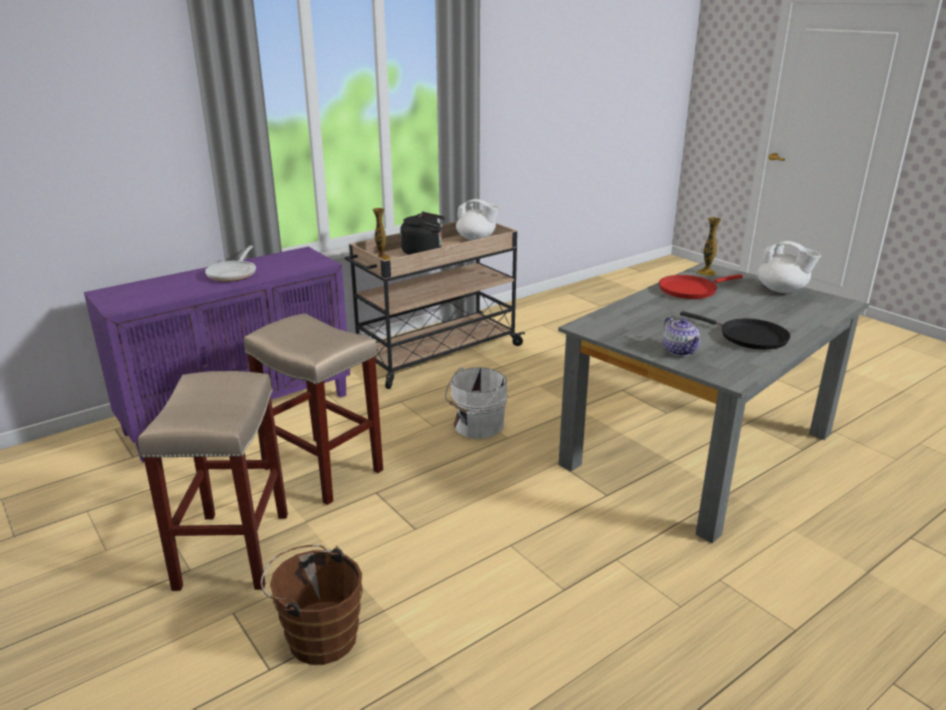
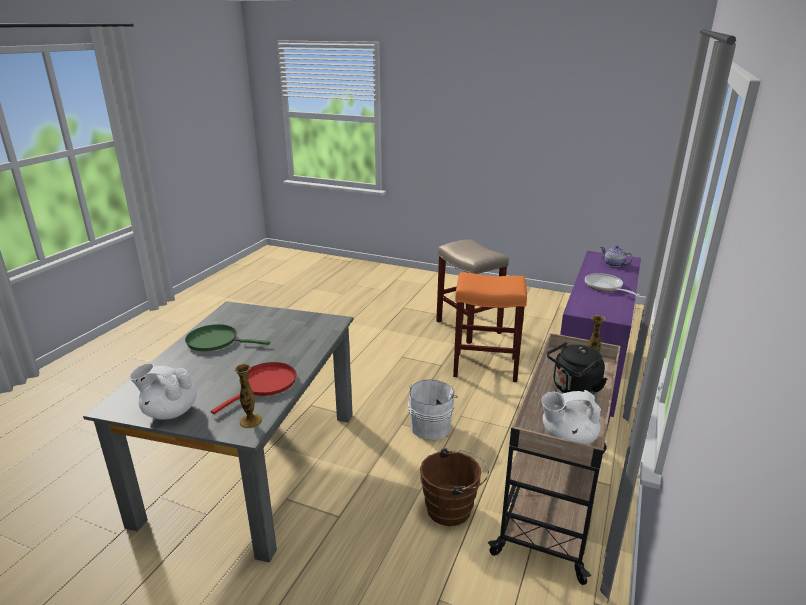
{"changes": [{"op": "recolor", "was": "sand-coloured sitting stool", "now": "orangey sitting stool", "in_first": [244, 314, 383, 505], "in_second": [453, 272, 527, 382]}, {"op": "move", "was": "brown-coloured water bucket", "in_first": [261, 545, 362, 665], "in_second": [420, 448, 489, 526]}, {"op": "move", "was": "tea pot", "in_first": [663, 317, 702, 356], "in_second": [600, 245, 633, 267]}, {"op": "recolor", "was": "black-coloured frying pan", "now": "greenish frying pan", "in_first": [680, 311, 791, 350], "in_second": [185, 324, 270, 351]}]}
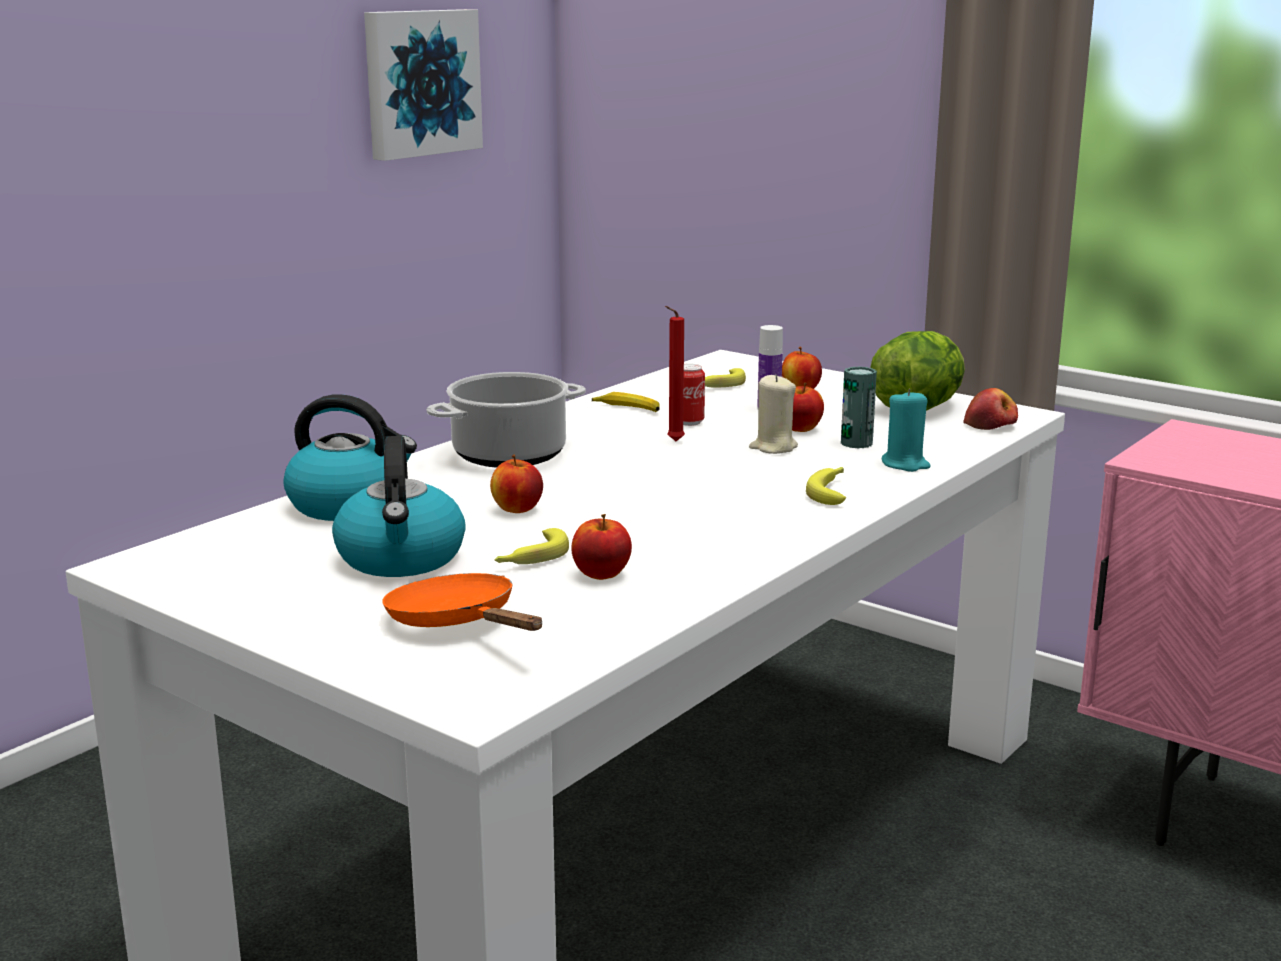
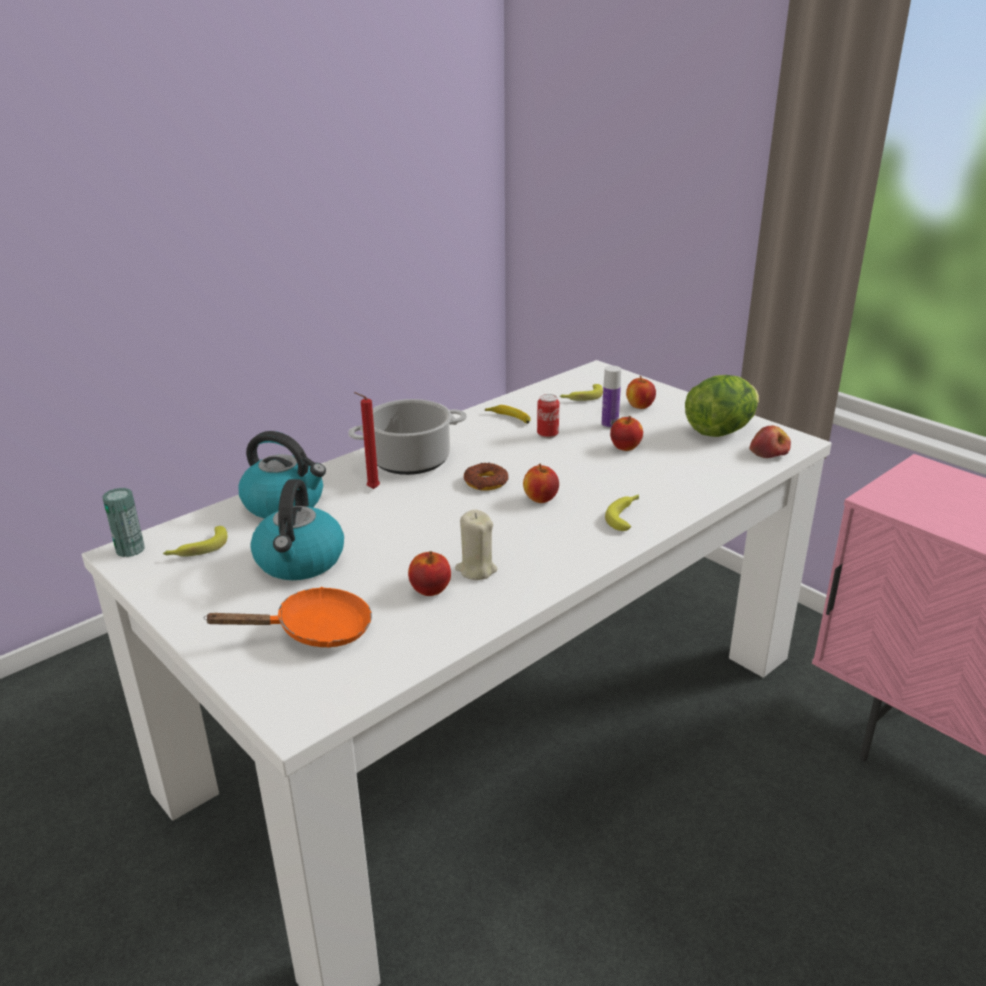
{"changes": [{"op": "delete", "was": "wall picture", "in_first": [364, 9, 483, 161]}, {"op": "rotate", "was": "orangey frying pan", "in_first": [382, 573, 542, 631], "in_second": [204, 587, 372, 648], "clockwise": 105}, {"op": "move", "was": "whole apple", "in_first": [490, 454, 543, 513], "in_second": [523, 463, 559, 503]}, {"op": "move", "was": "whole banana", "in_first": [495, 528, 569, 564], "in_second": [163, 526, 228, 557]}, {"op": "move", "was": "red wax light", "in_first": [665, 306, 685, 441], "in_second": [354, 392, 380, 489]}, {"op": "move", "was": "sand-coloured wax light", "in_first": [749, 374, 798, 454], "in_second": [455, 510, 497, 580]}, {"op": "move", "was": "can", "in_first": [841, 367, 877, 448], "in_second": [103, 488, 145, 557]}, {"op": "delete", "was": "turquoise-coloured wax light", "in_first": [882, 389, 931, 472]}, {"op": "insert", "now": "doughnut", "in_second": [464, 463, 509, 491]}]}
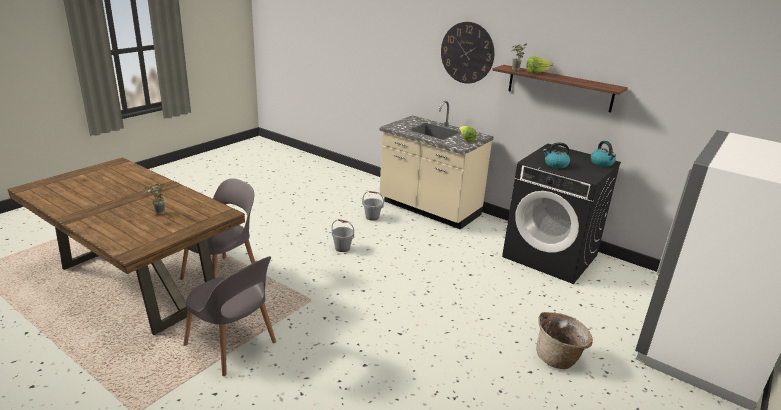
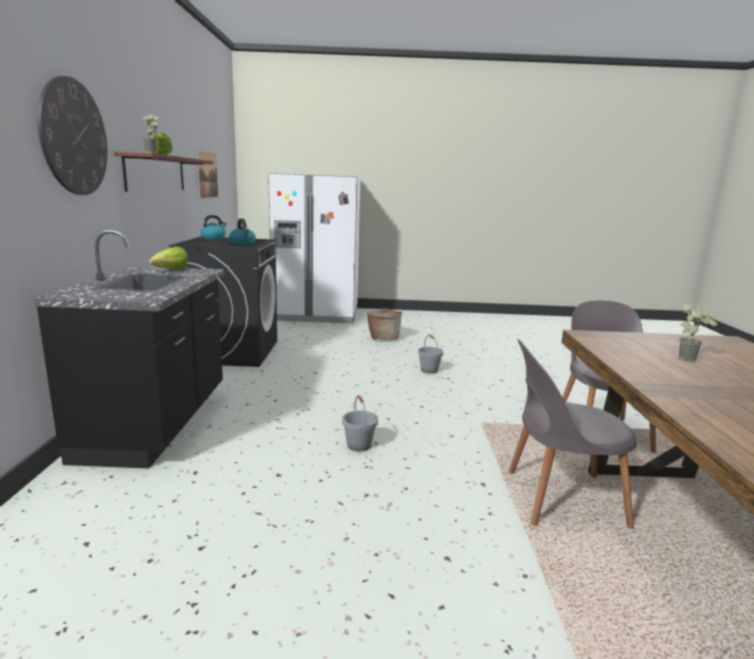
{"changes": [{"op": "move", "was": "greyish water bucket", "in_first": [362, 191, 384, 221], "in_second": [418, 334, 443, 374]}, {"op": "recolor", "was": "sand-coloured kitchen base unit", "now": "black-coloured kitchen base unit", "in_first": [380, 101, 494, 230], "in_second": [34, 229, 224, 469]}, {"op": "insert", "now": "wall picture", "in_second": [197, 151, 218, 198]}]}
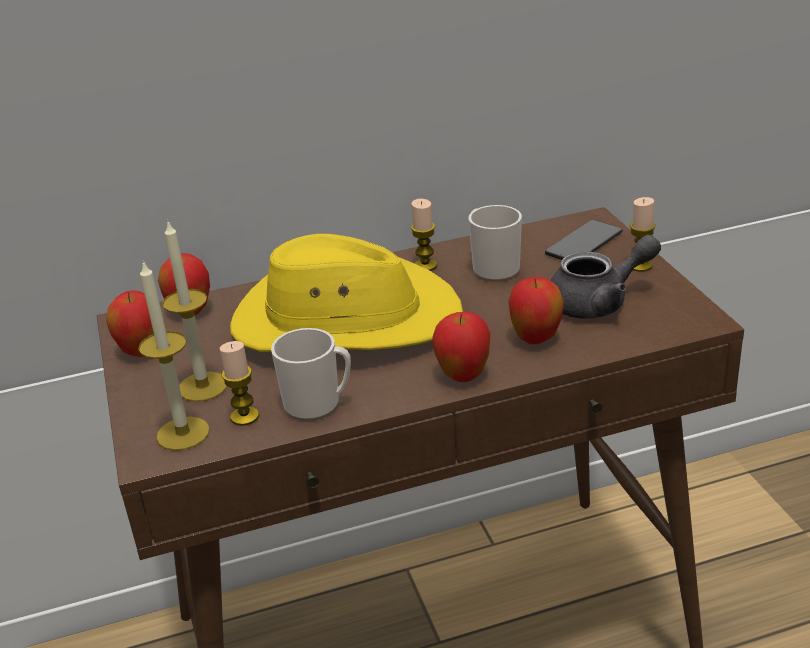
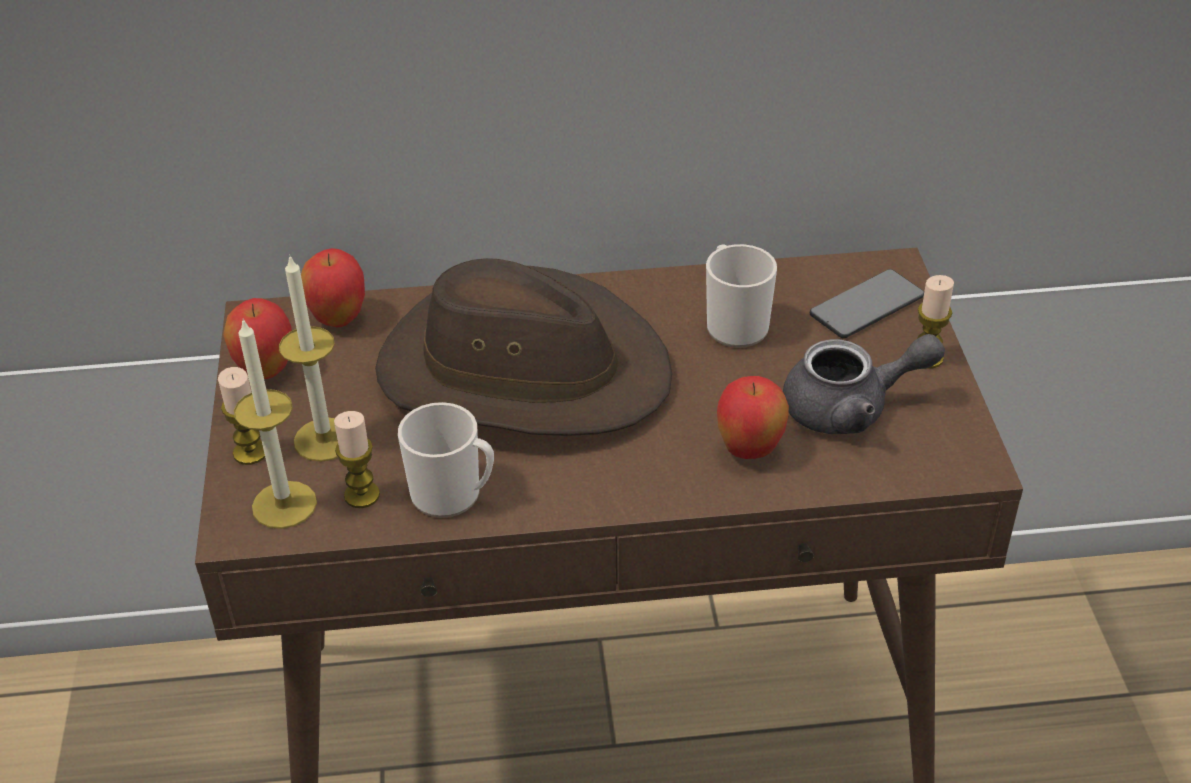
{"changes": [{"op": "recolor", "was": "yellow-coloured hat", "now": "brown-coloured hat", "in_first": [230, 234, 463, 352], "in_second": [375, 258, 672, 436]}, {"op": "move", "was": "wax light", "in_first": [411, 199, 437, 271], "in_second": [218, 367, 265, 465]}, {"op": "delete", "was": "whole apple", "in_first": [432, 312, 491, 382]}]}
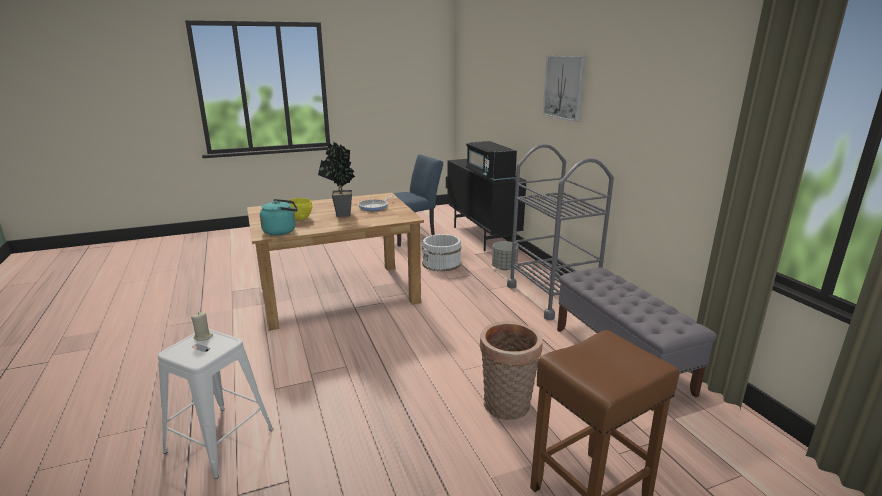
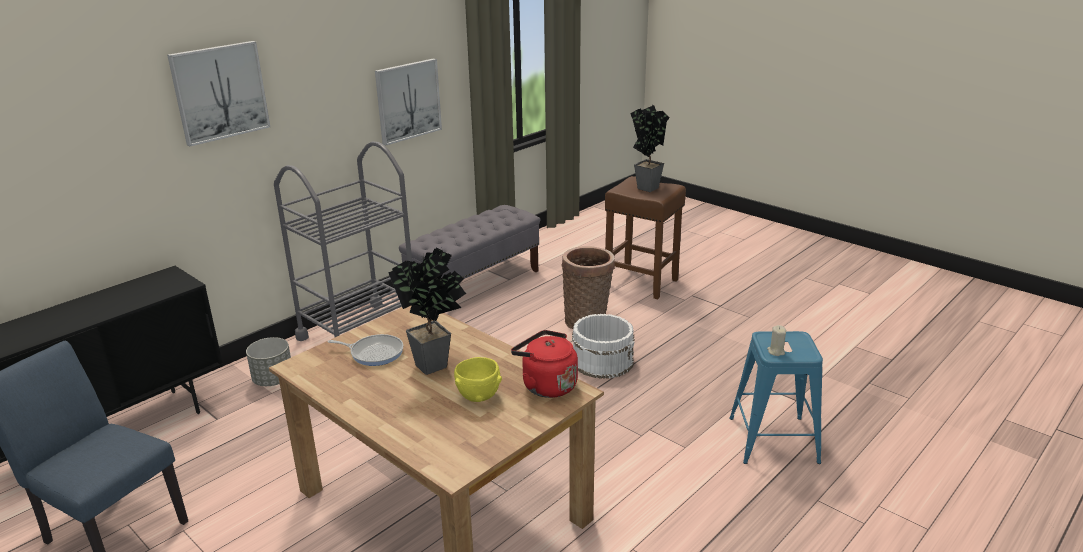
{"changes": [{"op": "recolor", "was": "white sitting stool", "now": "blue-coloured sitting stool", "in_first": [158, 329, 273, 479], "in_second": [729, 331, 823, 464]}, {"op": "recolor", "was": "turquoise-coloured tea kettle", "now": "red tea kettle", "in_first": [260, 199, 298, 235], "in_second": [511, 330, 578, 398]}, {"op": "move", "was": "white water bucket", "in_first": [422, 234, 462, 271], "in_second": [572, 314, 635, 379]}, {"op": "delete", "was": "black-coloured microwave oven", "in_first": [466, 141, 517, 181]}, {"op": "insert", "now": "wall picture", "in_second": [375, 58, 442, 145]}, {"op": "insert", "now": "houseplant", "in_second": [630, 104, 669, 192]}]}
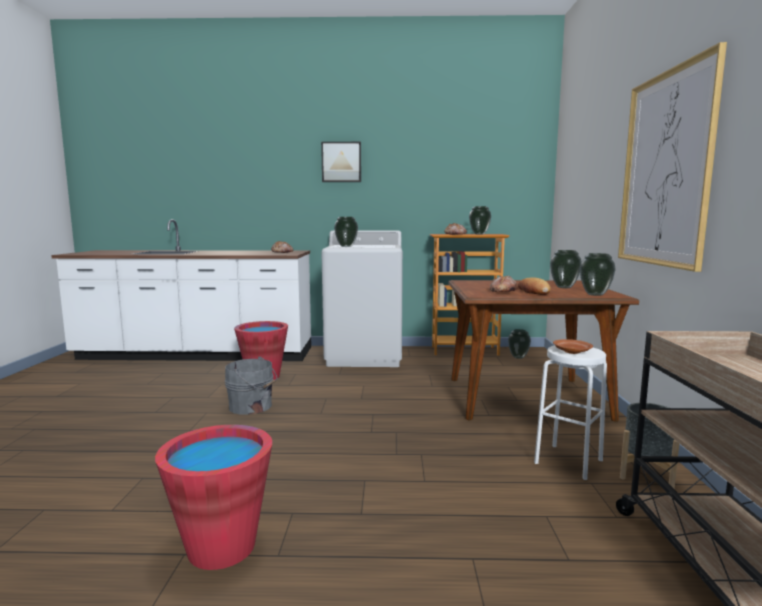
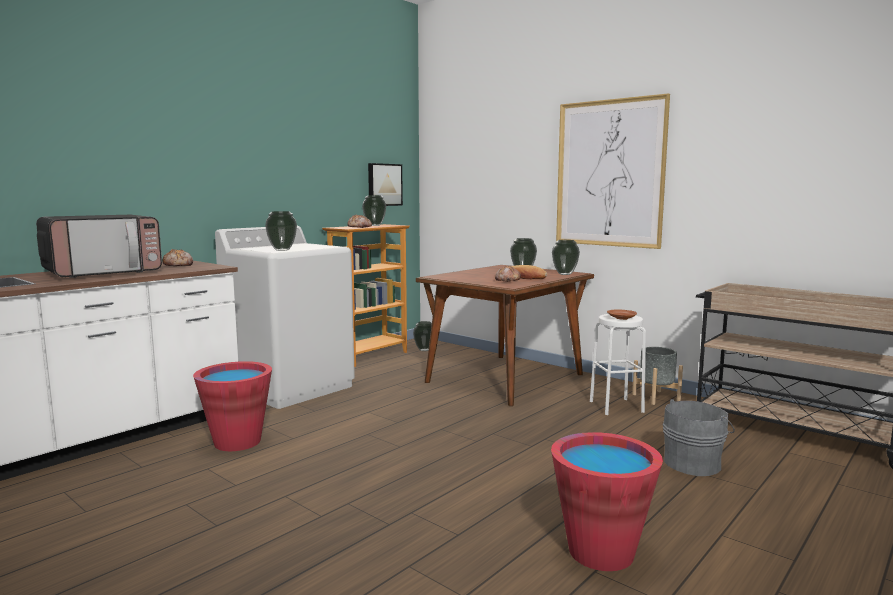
{"changes": [{"op": "move", "was": "greyish water bucket", "in_first": [225, 356, 277, 415], "in_second": [663, 399, 735, 476]}, {"op": "move", "was": "wall picture", "in_first": [321, 142, 361, 182], "in_second": [368, 163, 403, 206]}, {"op": "insert", "now": "microwave oven", "in_second": [36, 215, 162, 278]}]}
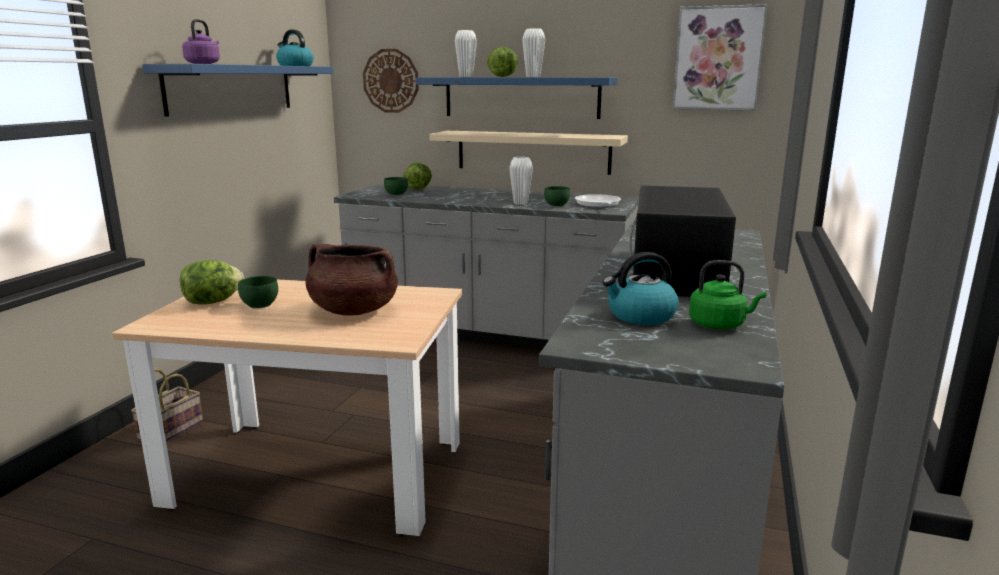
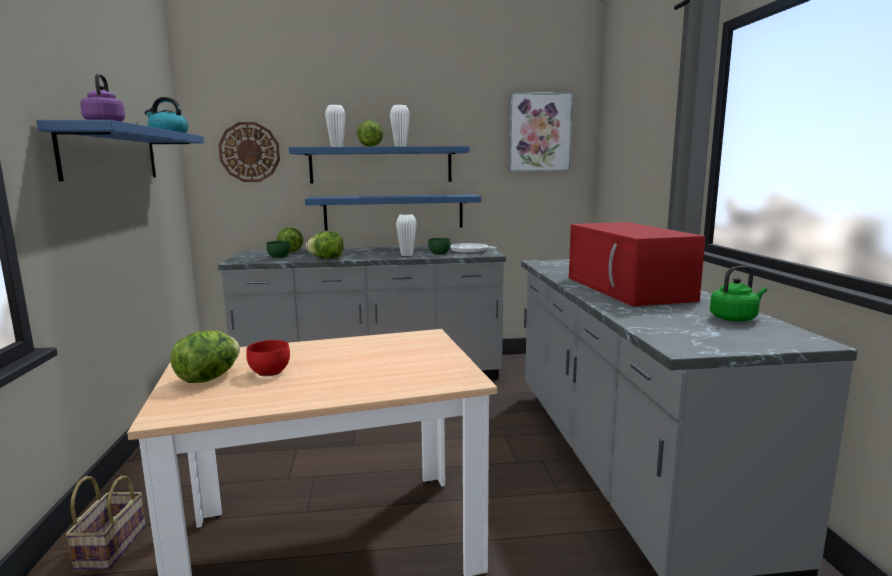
{"changes": [{"op": "recolor", "was": "greenish serving bowl", "now": "red serving bowl", "in_first": [238, 276, 278, 309], "in_second": [246, 340, 290, 377]}, {"op": "delete", "was": "brown-coloured cooking pot", "in_first": [305, 244, 398, 316]}, {"op": "recolor", "was": "sand-coloured shelf", "now": "blue-coloured shelf", "in_first": [429, 131, 628, 175], "in_second": [305, 194, 481, 231]}, {"op": "delete", "was": "tea kettle", "in_first": [603, 252, 679, 325]}, {"op": "recolor", "was": "black-coloured microwave oven", "now": "red microwave oven", "in_first": [630, 185, 736, 297], "in_second": [569, 222, 706, 306]}, {"op": "insert", "now": "lettuce head", "in_second": [306, 231, 343, 259]}]}
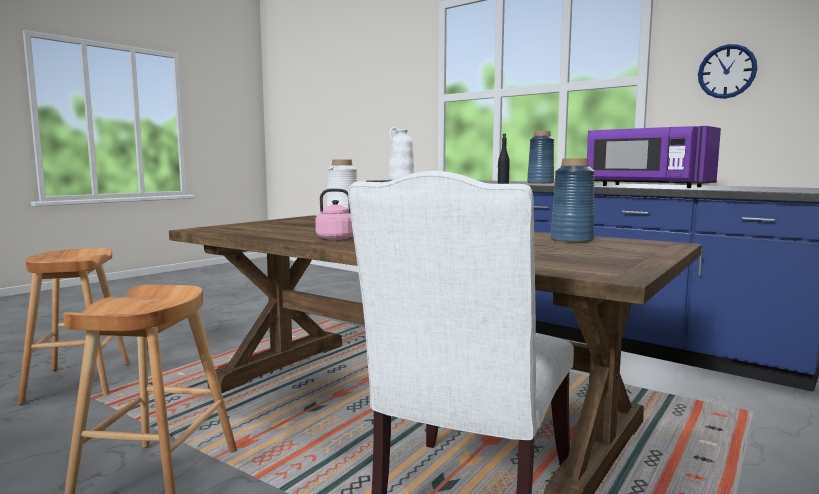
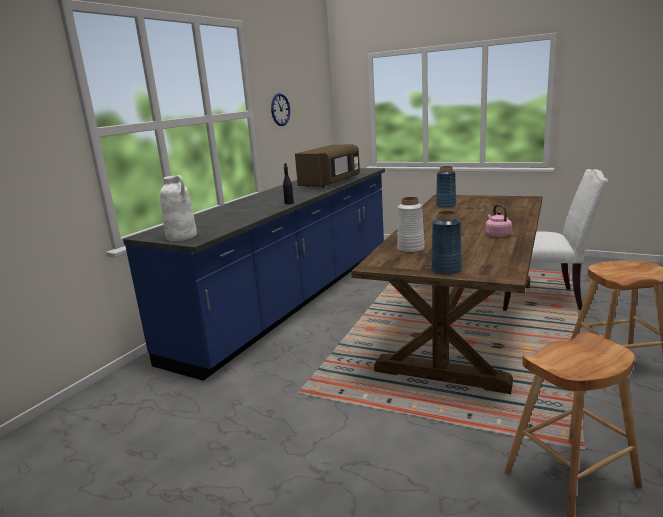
{"changes": [{"op": "move", "was": "blue-coloured decorative vase", "in_first": [527, 131, 554, 184], "in_second": [431, 211, 462, 275]}, {"op": "recolor", "was": "purple-coloured microwave oven", "now": "brown-coloured microwave oven", "in_first": [587, 126, 721, 188], "in_second": [295, 145, 360, 188]}]}
